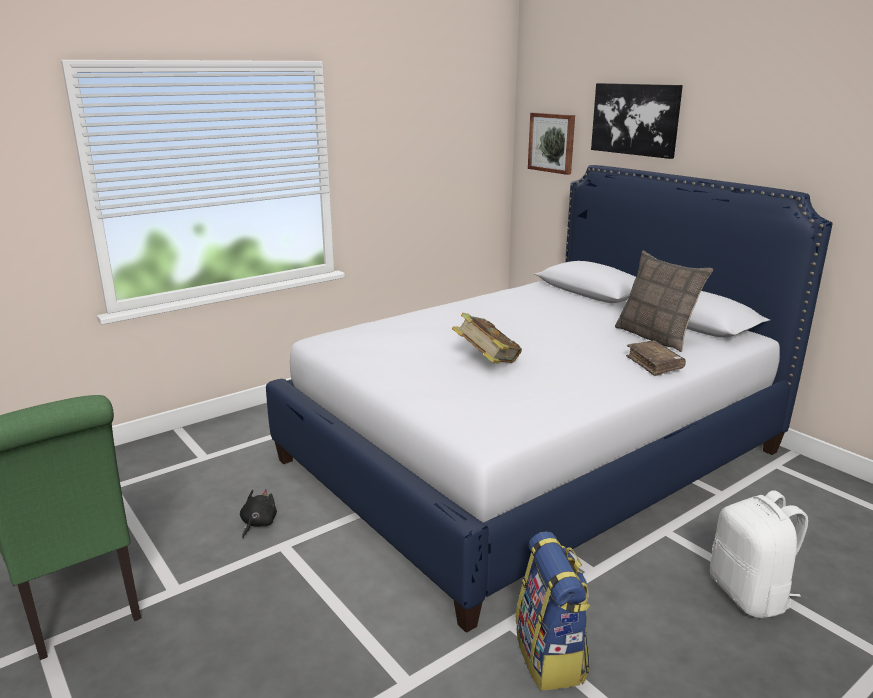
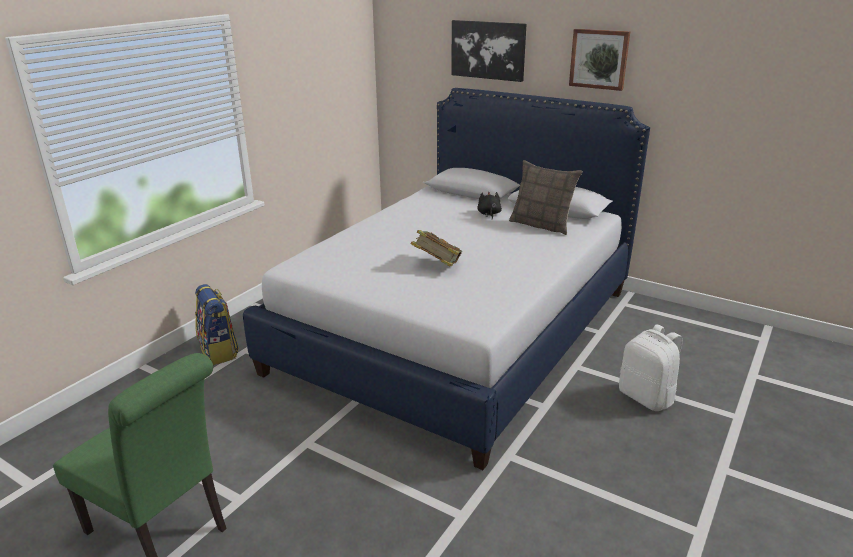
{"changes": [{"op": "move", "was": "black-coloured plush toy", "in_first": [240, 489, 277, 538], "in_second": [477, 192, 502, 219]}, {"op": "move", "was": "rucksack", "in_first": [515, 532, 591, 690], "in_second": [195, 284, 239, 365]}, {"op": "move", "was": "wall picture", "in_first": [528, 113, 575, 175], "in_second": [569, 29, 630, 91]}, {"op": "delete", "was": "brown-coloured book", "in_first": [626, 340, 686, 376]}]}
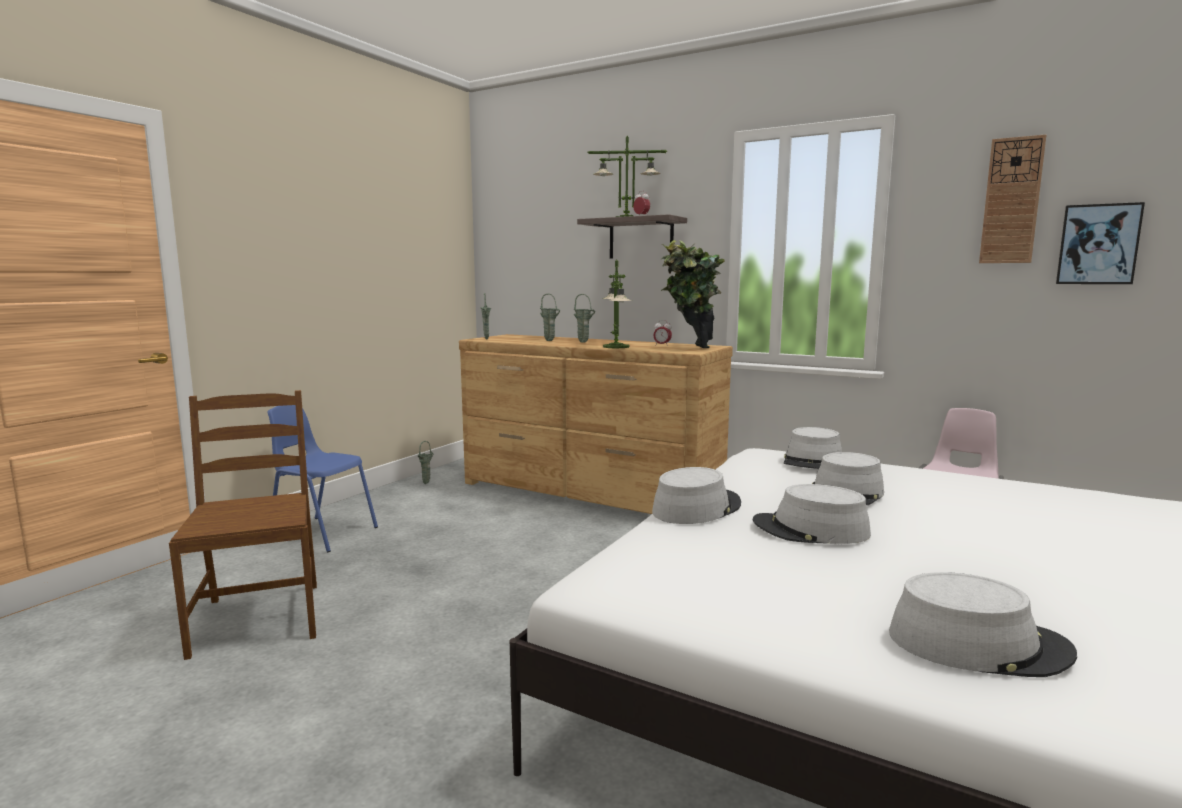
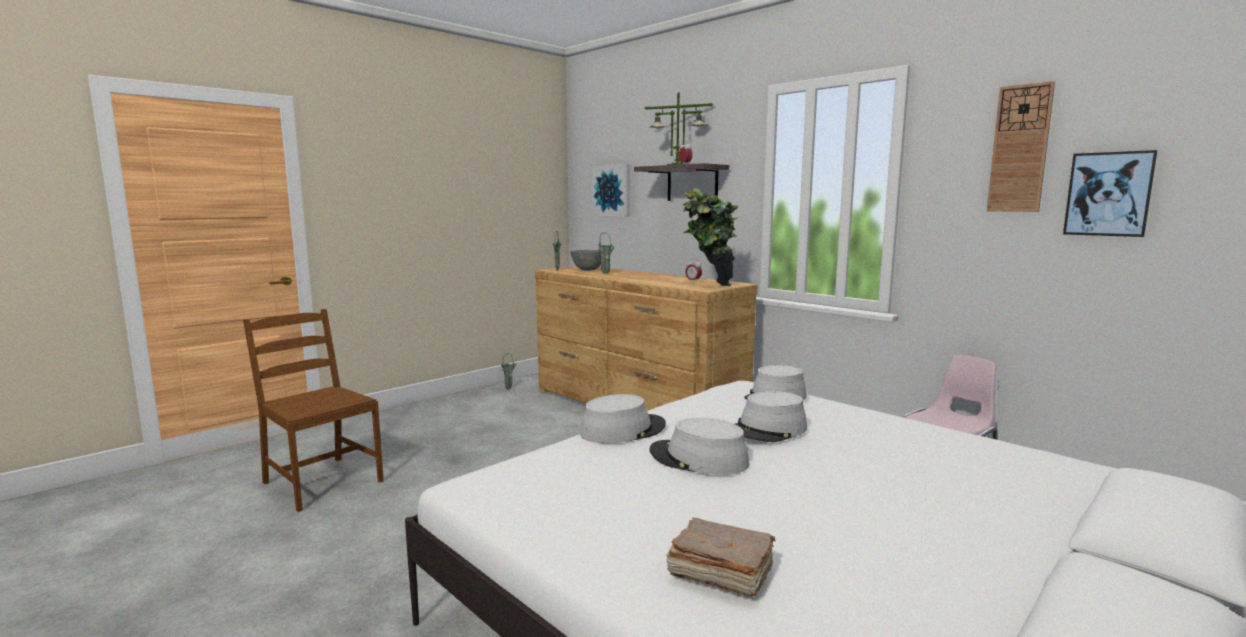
{"changes": [{"op": "rotate", "was": "brown-coloured plain chair", "in_first": [169, 390, 317, 660], "in_second": [243, 309, 384, 512], "clockwise": -45}, {"op": "delete", "was": "blue-coloured plain chair", "in_first": [268, 405, 378, 553]}, {"op": "delete", "was": "greenish decorative vase", "in_first": [574, 294, 595, 343]}, {"op": "delete", "was": "table lamp", "in_first": [603, 260, 632, 348]}, {"op": "replace", "was": "greyish hat", "now": "brown-coloured book", "in_first": [889, 572, 1077, 677], "in_second": [667, 518, 775, 597]}, {"op": "insert", "now": "greyish serving bowl", "in_second": [570, 250, 601, 270]}, {"op": "insert", "now": "wall picture", "in_second": [592, 164, 630, 217]}]}
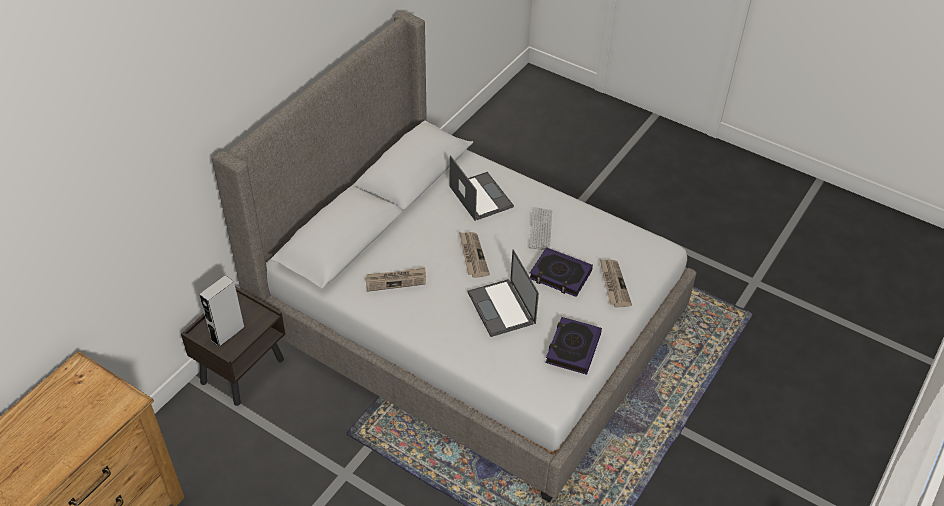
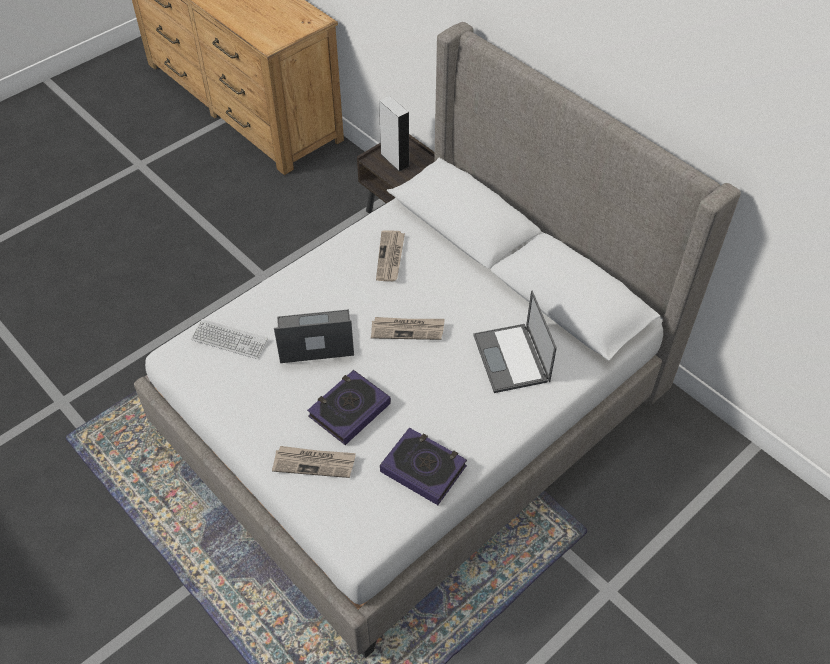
{"changes": [{"op": "rotate", "was": "portable computer", "in_first": [450, 155, 514, 221], "in_second": [473, 291, 557, 393], "clockwise": 90}, {"op": "move", "was": "keyboard", "in_first": [529, 207, 552, 250], "in_second": [191, 319, 268, 359]}, {"op": "move", "was": "book", "in_first": [546, 317, 602, 375], "in_second": [380, 428, 467, 505]}]}
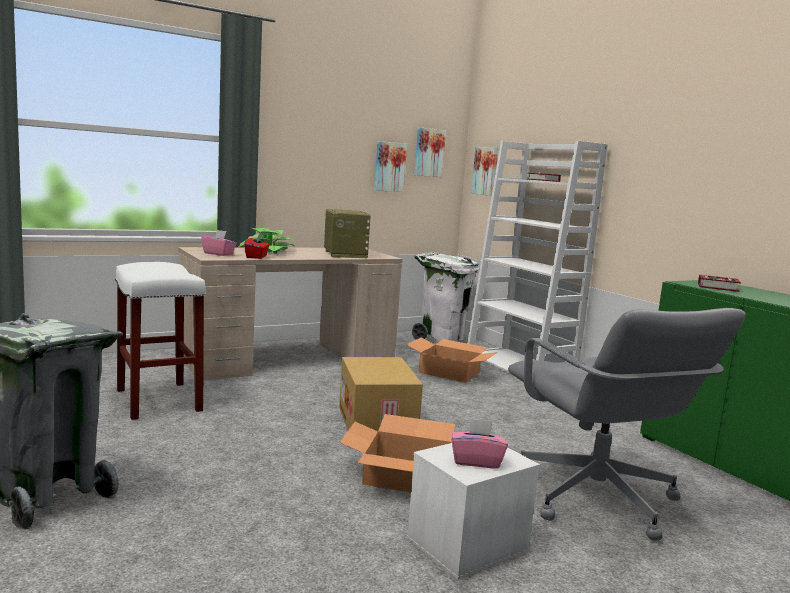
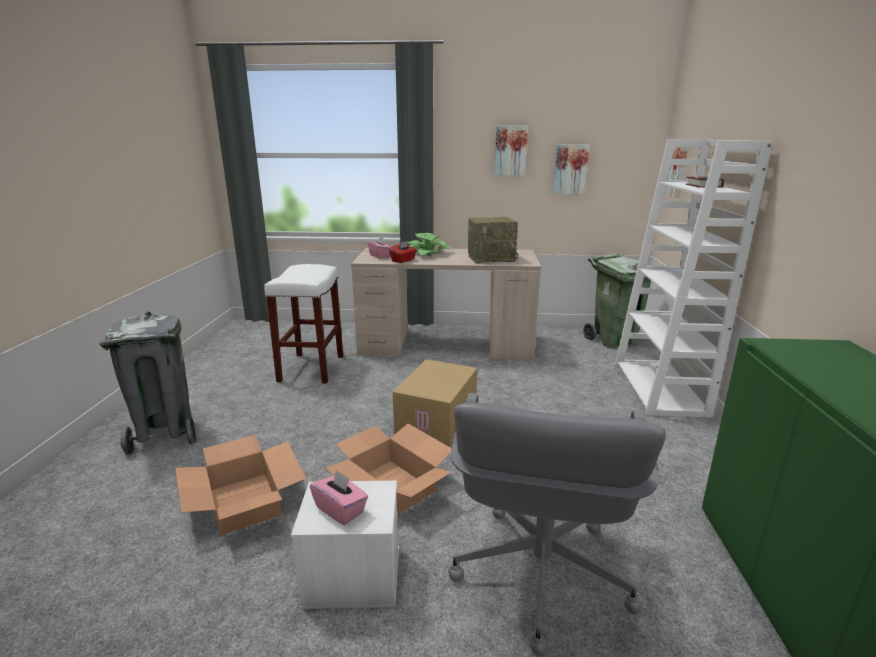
{"changes": [{"op": "rotate", "was": "radio receiver", "in_first": [324, 209, 371, 258], "in_second": [468, 217, 519, 264], "clockwise": 60}, {"op": "move", "was": "cardboard box", "in_first": [406, 337, 497, 383], "in_second": [175, 435, 307, 536]}, {"op": "recolor", "was": "white waste bin", "now": "greenish waste bin", "in_first": [412, 252, 479, 343], "in_second": [583, 254, 651, 349]}, {"op": "move", "was": "wall picture", "in_first": [414, 127, 446, 177], "in_second": [494, 126, 528, 176]}, {"op": "delete", "was": "book", "in_first": [698, 275, 741, 292]}]}
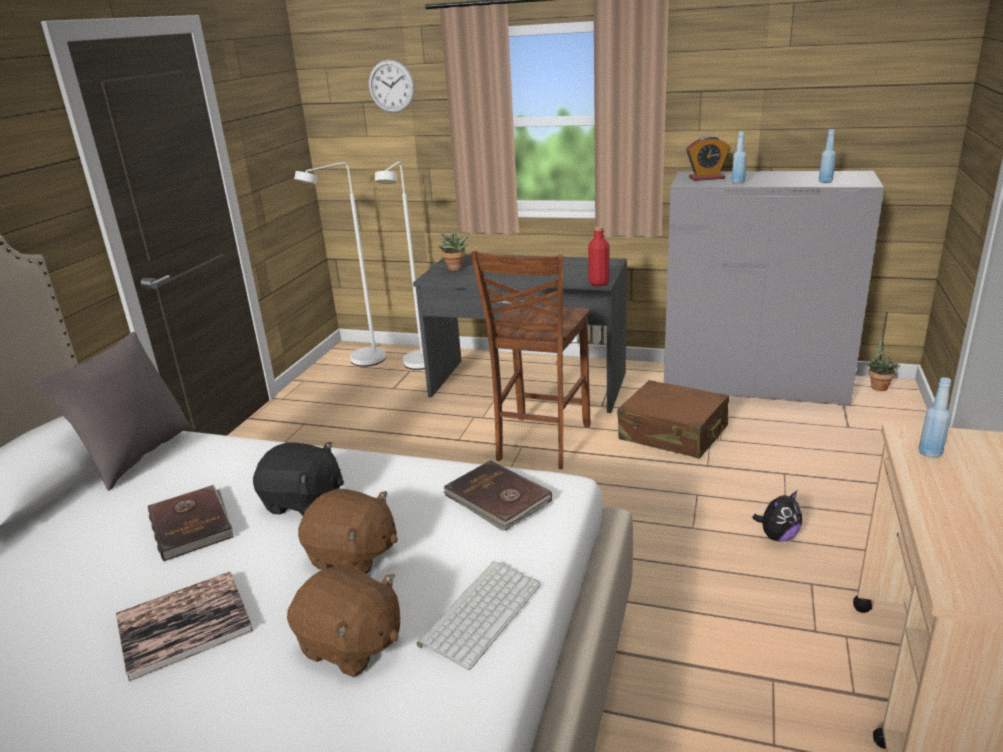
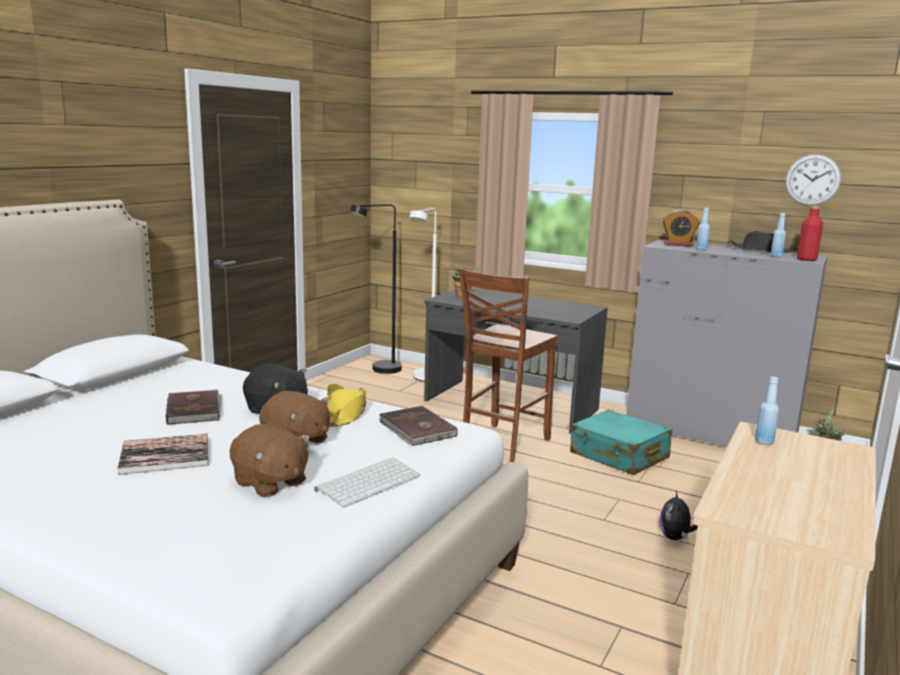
{"changes": [{"op": "delete", "was": "greyish pillow", "in_first": [35, 332, 192, 491]}, {"op": "recolor", "was": "white standing lamp", "now": "black-coloured standing lamp", "in_first": [294, 162, 386, 367], "in_second": [350, 204, 402, 374]}, {"op": "move", "was": "hanging clock", "in_first": [369, 60, 415, 113], "in_second": [785, 154, 841, 206]}, {"op": "move", "was": "red bottle", "in_first": [588, 226, 609, 286], "in_second": [797, 206, 823, 261]}, {"op": "recolor", "was": "brown-coloured piece of luggage", "now": "turquoise-coloured piece of luggage", "in_first": [617, 380, 729, 459], "in_second": [570, 409, 672, 475]}, {"op": "rotate", "was": "plush toy", "in_first": [752, 491, 802, 542], "in_second": [659, 491, 698, 540], "clockwise": 120}, {"op": "insert", "now": "yellow-coloured hat", "in_second": [327, 384, 366, 427]}, {"op": "insert", "now": "black-coloured hat", "in_second": [727, 231, 793, 253]}]}
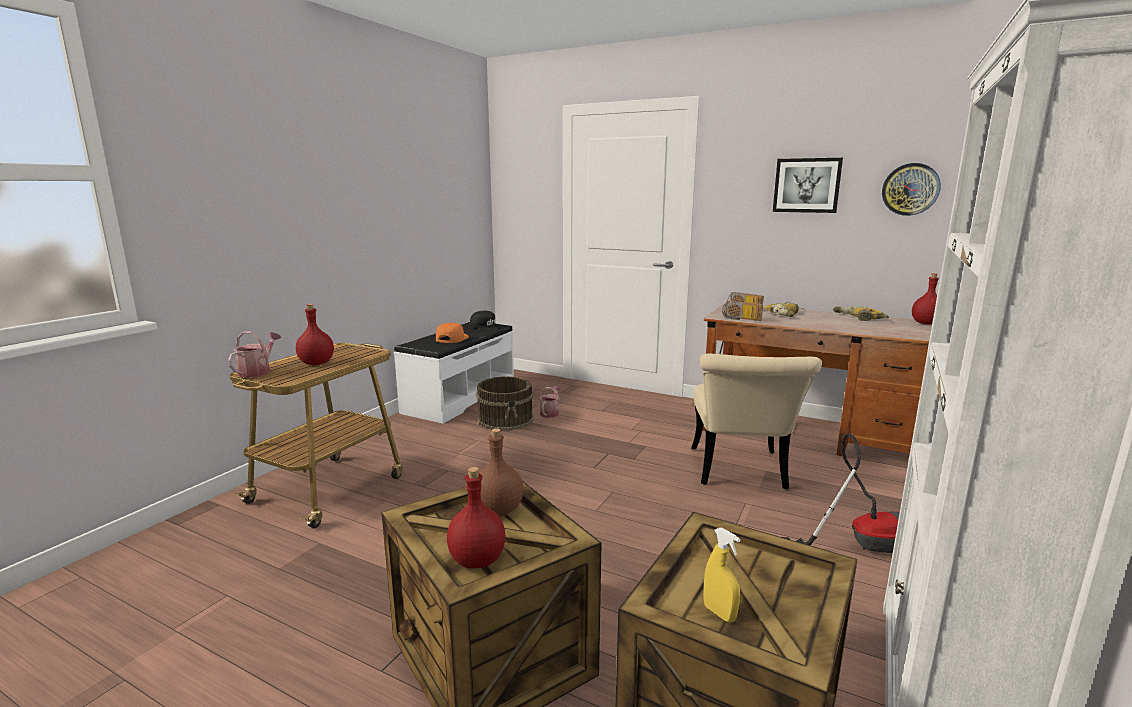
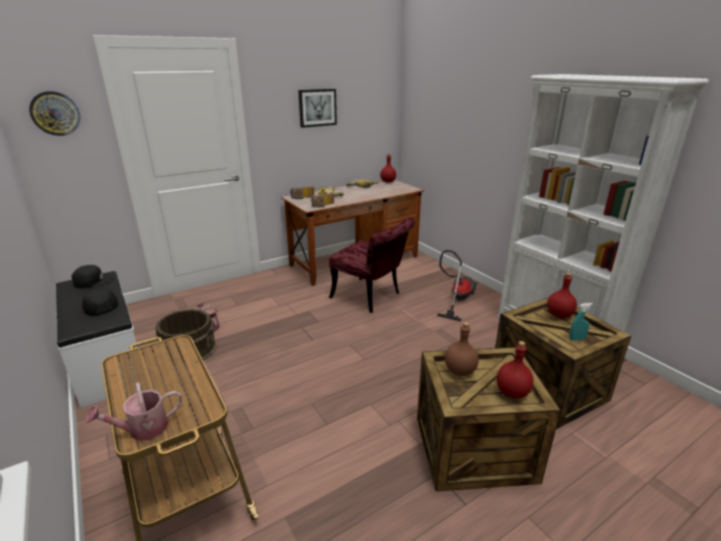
{"changes": [{"op": "rotate", "was": "watering pot", "in_first": [228, 331, 281, 378], "in_second": [85, 382, 182, 441], "clockwise": -75}, {"op": "move", "was": "red bottle", "in_first": [296, 304, 334, 365], "in_second": [547, 273, 577, 318]}, {"op": "recolor", "was": "orangey cap", "now": "black-coloured cap", "in_first": [436, 323, 469, 343], "in_second": [81, 288, 118, 316]}, {"op": "recolor", "was": "sand-coloured plain chair", "now": "red plain chair", "in_first": [691, 354, 822, 490], "in_second": [329, 217, 415, 313]}, {"op": "recolor", "was": "yellow-coloured hand sprayer", "now": "turquoise-coloured hand sprayer", "in_first": [704, 527, 741, 622], "in_second": [569, 303, 593, 340]}, {"op": "move", "was": "hanging clock", "in_first": [882, 163, 941, 216], "in_second": [29, 91, 80, 136]}]}
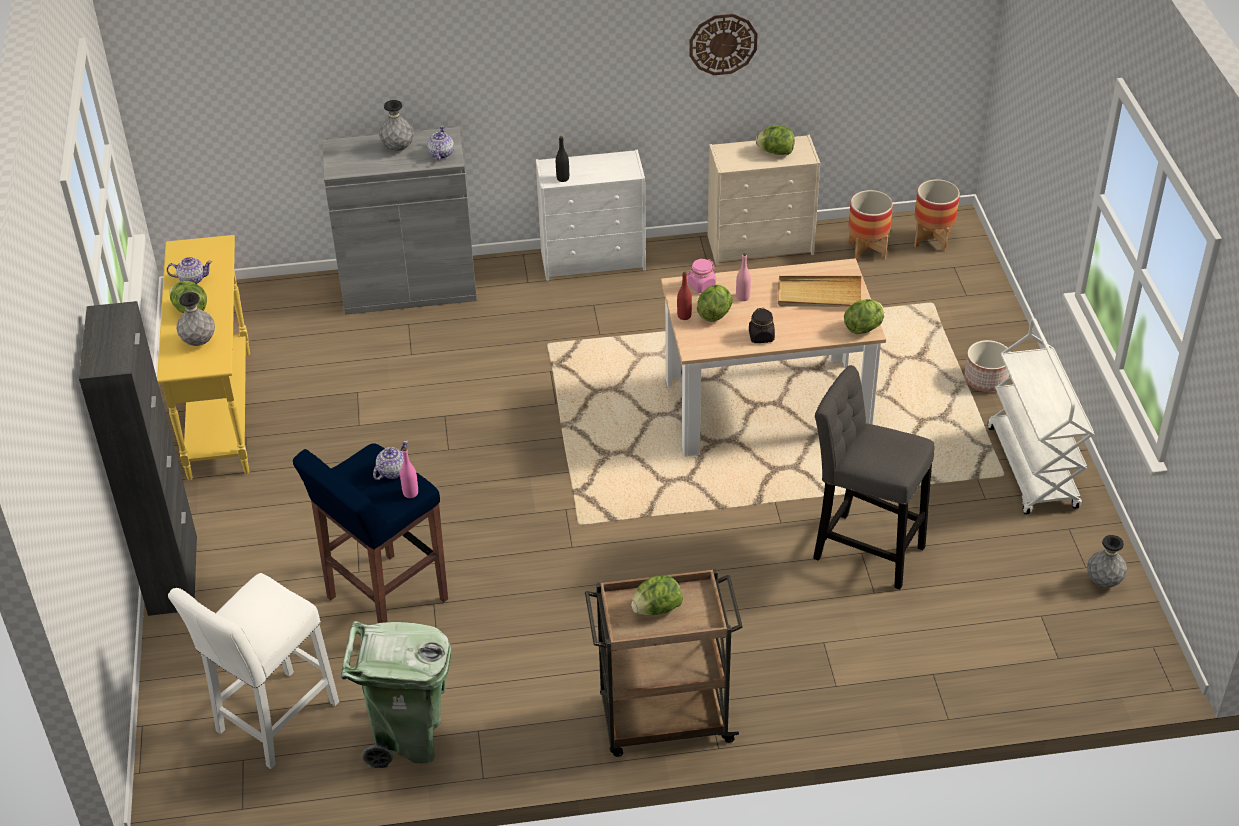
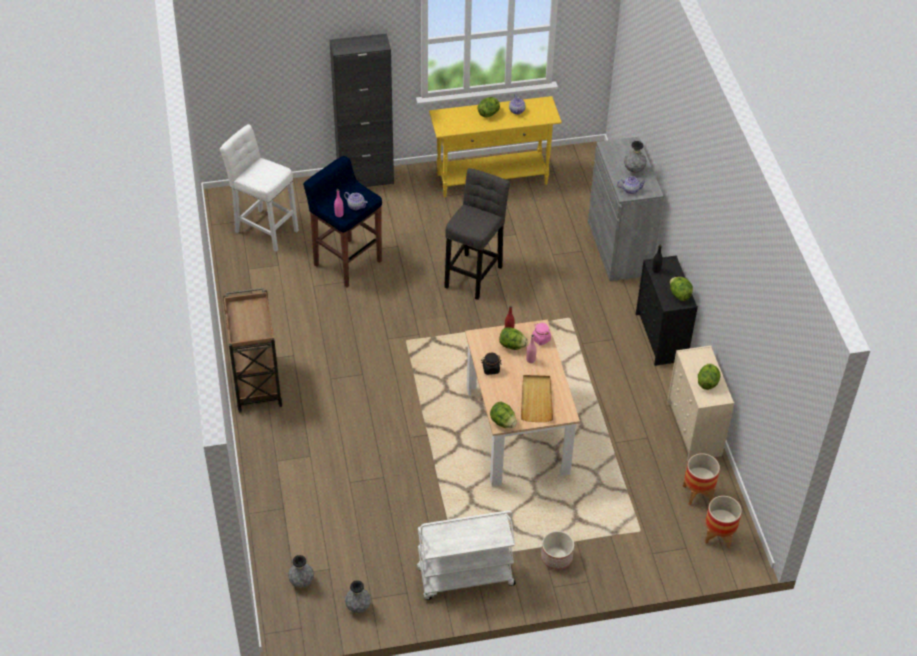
{"changes": [{"op": "move", "was": "greyish decorative vase", "in_first": [176, 292, 215, 346], "in_second": [288, 555, 314, 588]}, {"op": "delete", "was": "greenish waste bin", "in_first": [341, 621, 452, 768]}, {"op": "recolor", "was": "white chest of drawers", "now": "black-coloured chest of drawers", "in_first": [536, 150, 646, 281], "in_second": [636, 255, 698, 366]}, {"op": "move", "was": "lettuce head", "in_first": [631, 575, 683, 616], "in_second": [670, 277, 693, 301]}, {"op": "delete", "was": "hanging clock", "in_first": [689, 14, 758, 75]}, {"op": "move", "was": "greyish sitting stool", "in_first": [813, 365, 935, 590], "in_second": [444, 168, 510, 300]}]}
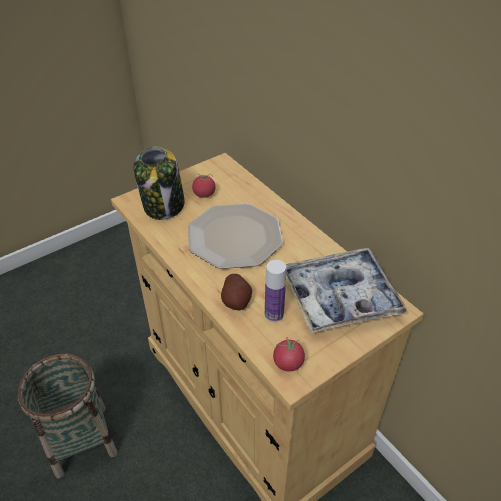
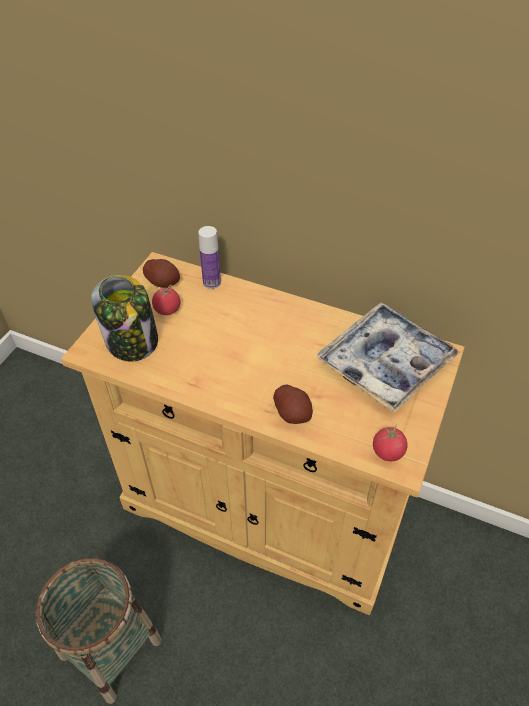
{"changes": [{"op": "delete", "was": "dinner plate", "in_first": [188, 204, 283, 269]}, {"op": "move", "was": "bottle", "in_first": [265, 260, 286, 322], "in_second": [198, 226, 221, 289]}, {"op": "insert", "now": "spud", "in_second": [143, 259, 180, 288]}]}
